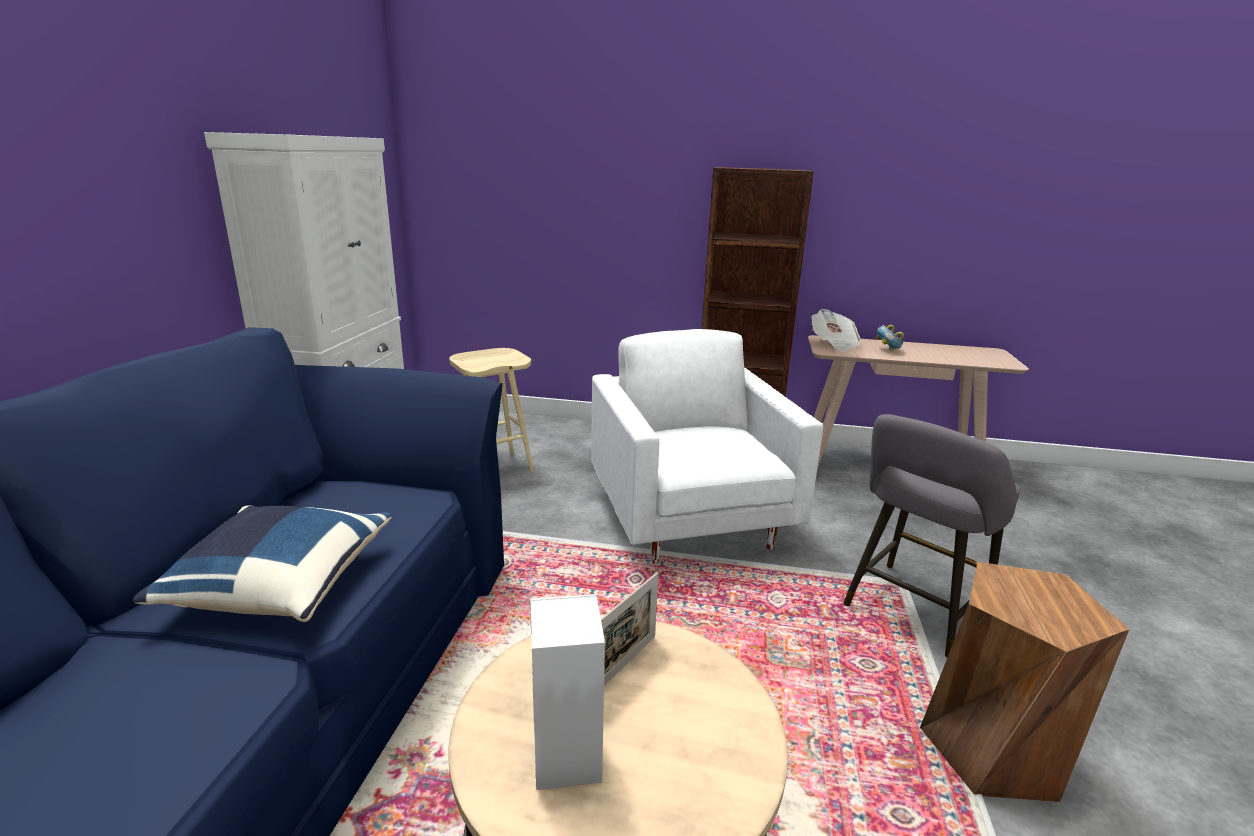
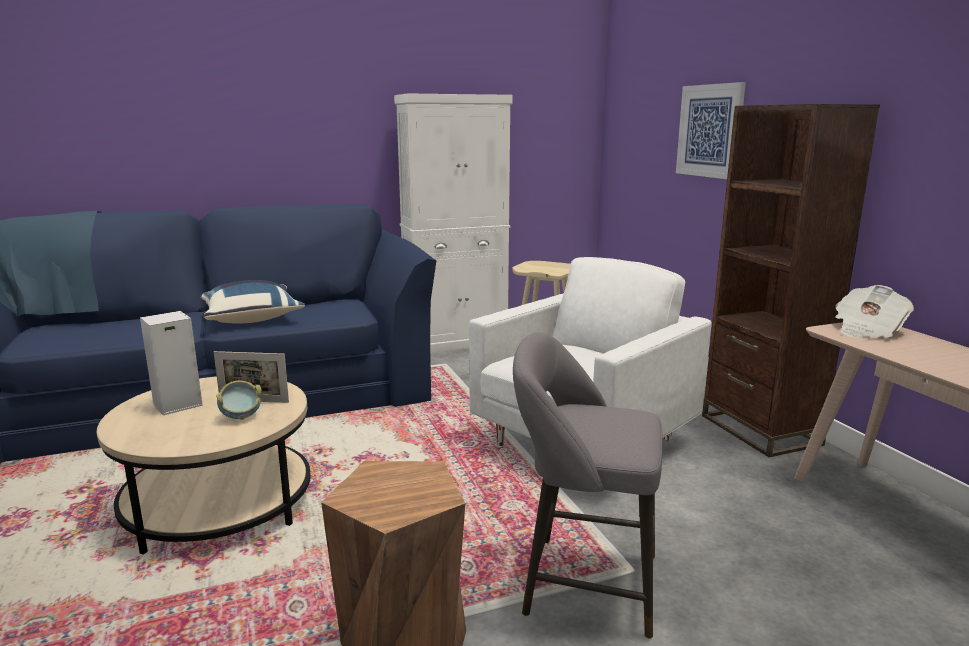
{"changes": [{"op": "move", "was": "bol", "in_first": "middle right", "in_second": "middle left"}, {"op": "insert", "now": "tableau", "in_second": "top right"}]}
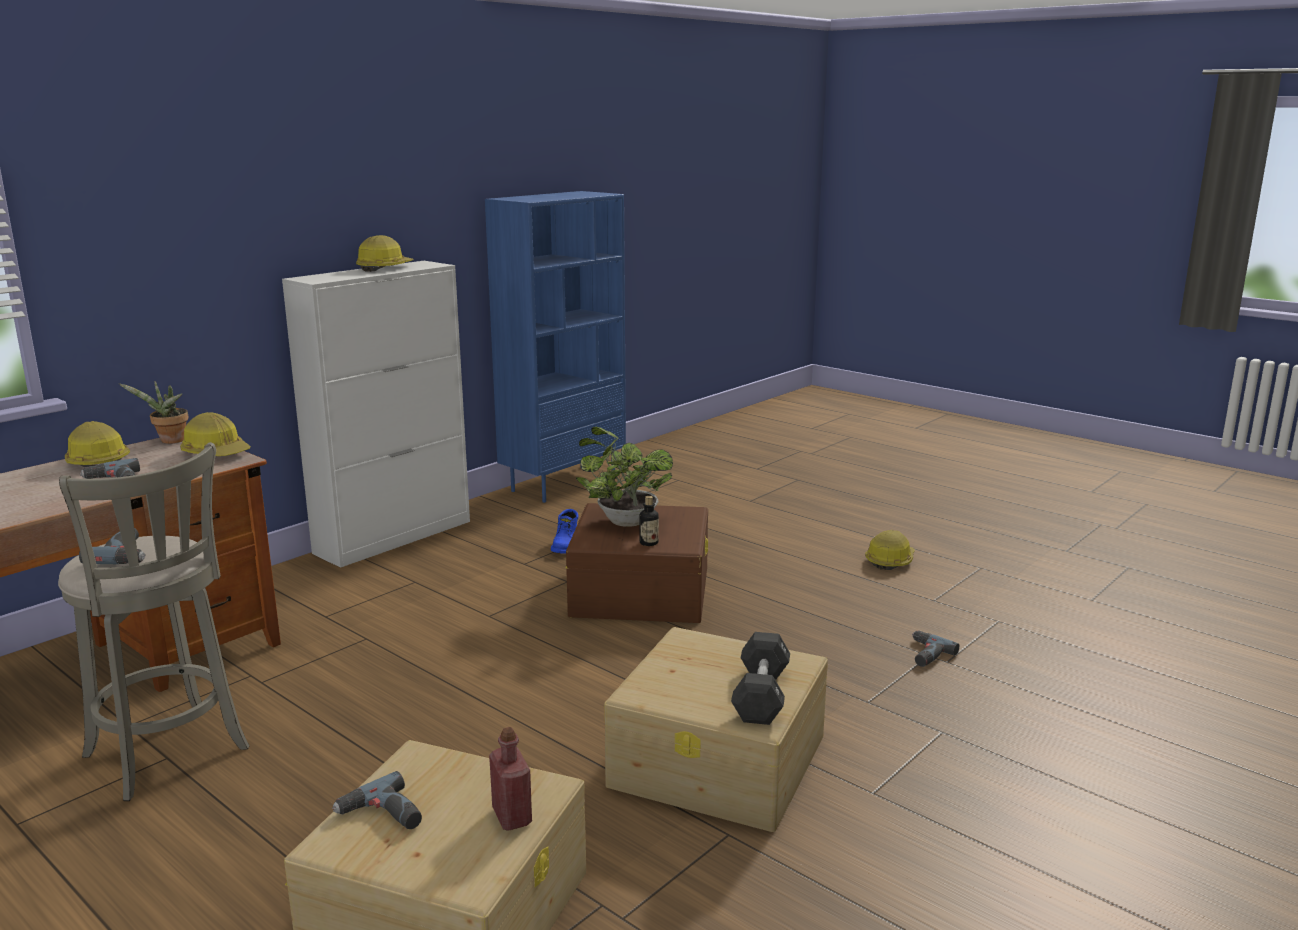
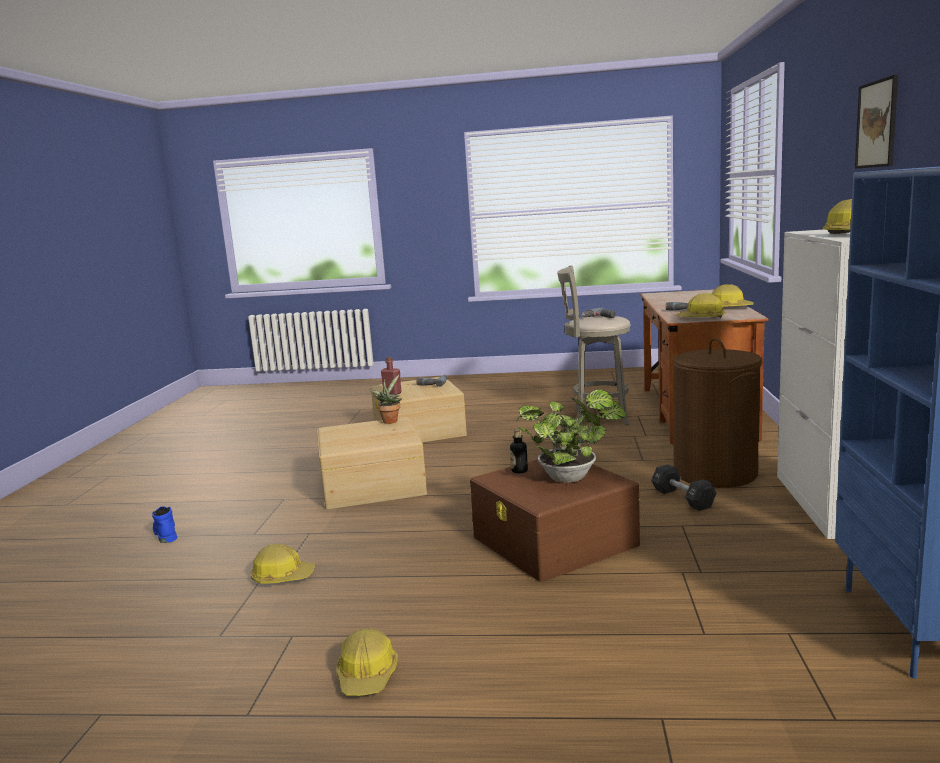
{"changes": [{"op": "move", "was": "plante en pot (1st from left)", "in_first": "middle left", "in_second": "centre"}, {"op": "move", "was": "botte [bleu]", "in_first": "centre", "in_second": "bottom left"}, {"op": "replace", "was": "perceuse (4th from left)", "now": "casque de chantier (1st from left)", "in_first": "bottom right", "in_second": "bottom left"}, {"op": "move", "was": "haltère [noir]", "in_first": "bottom centre", "in_second": "middle right"}, {"op": "insert", "now": "tableau", "in_second": "top right"}, {"op": "insert", "now": "panier à linge [marron]", "in_second": "middle right"}]}
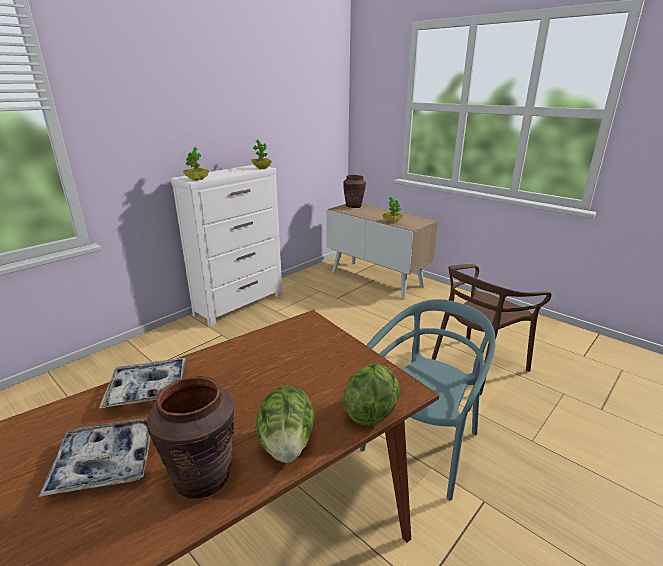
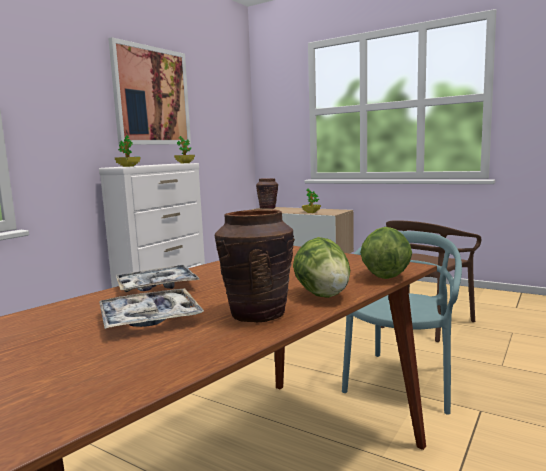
{"changes": [{"op": "insert", "now": "tableau", "in_second": "top left"}]}
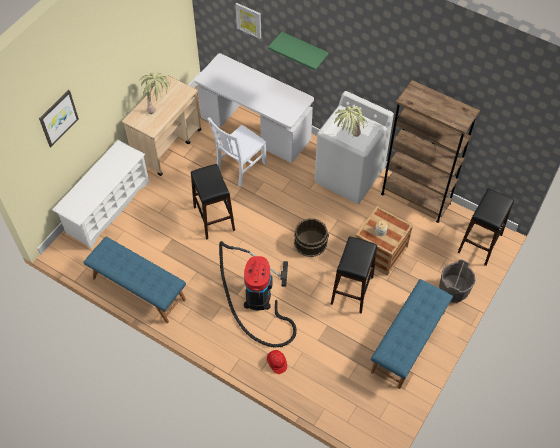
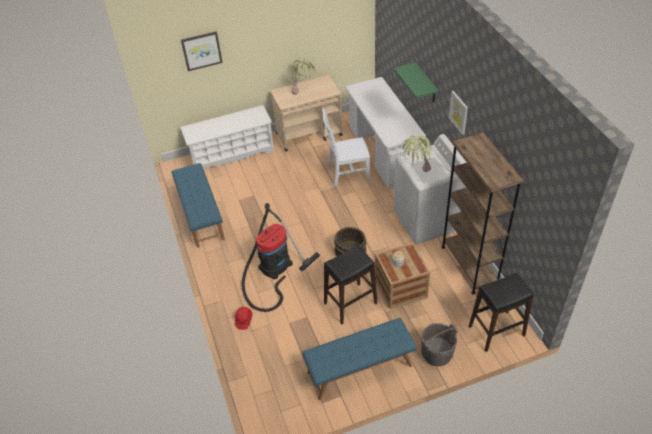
{"changes": [{"op": "move", "was": "tableau (2nd from left)", "in_first": "top centre", "in_second": "top right"}, {"op": "delete", "was": "tabouret [noir] (1st from left)", "in_first": "centre"}]}
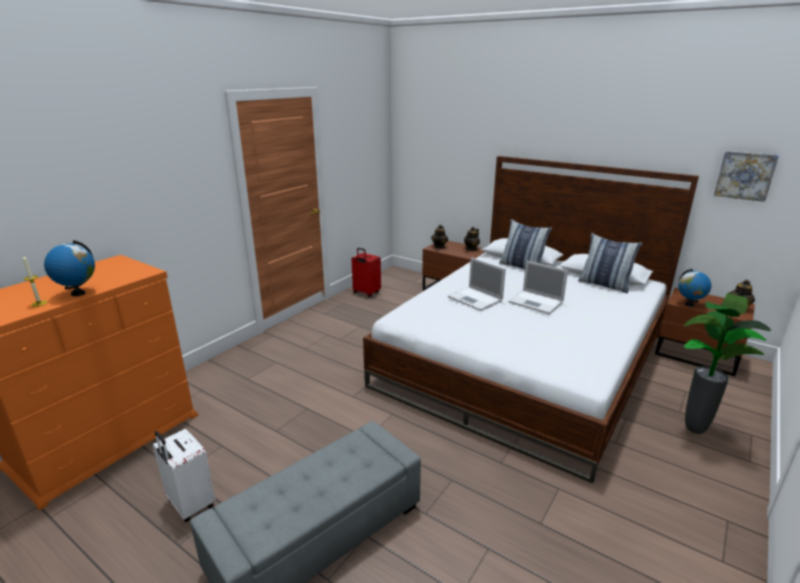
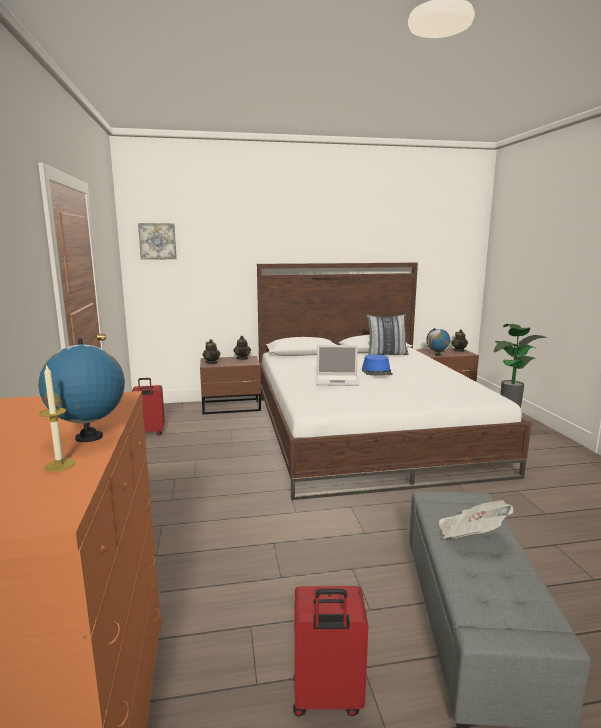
{"changes": [{"op": "move", "was": "tableau", "in_first": "top right", "in_second": "top left"}, {"op": "delete", "was": "coussin (1st from left)", "in_first": "centre"}, {"op": "replace", "was": "ordinateur portable (2nd from left)", "now": "chapeau [bleu]", "in_first": "middle right", "in_second": "centre"}, {"op": "recolor", "was": "valise [blanc]", "now": "valise [rouge] (2nd from left)", "in_first": "bottom left", "in_second": "bottom centre"}, {"op": "insert", "now": "journal", "in_second": "bottom right"}]}
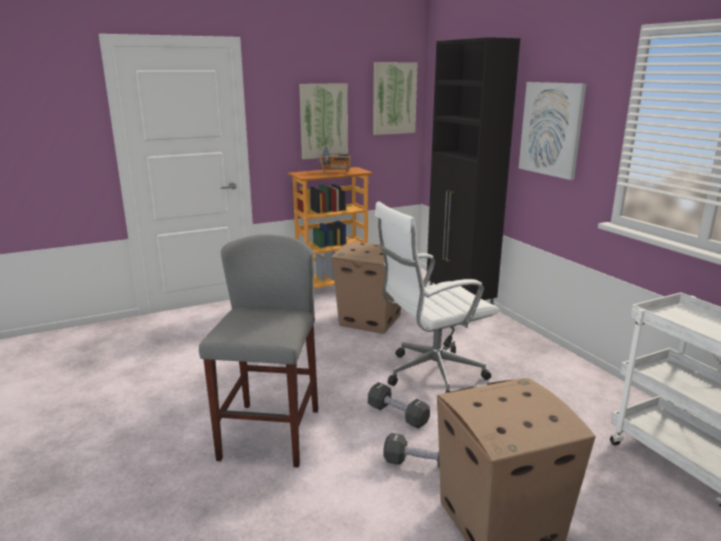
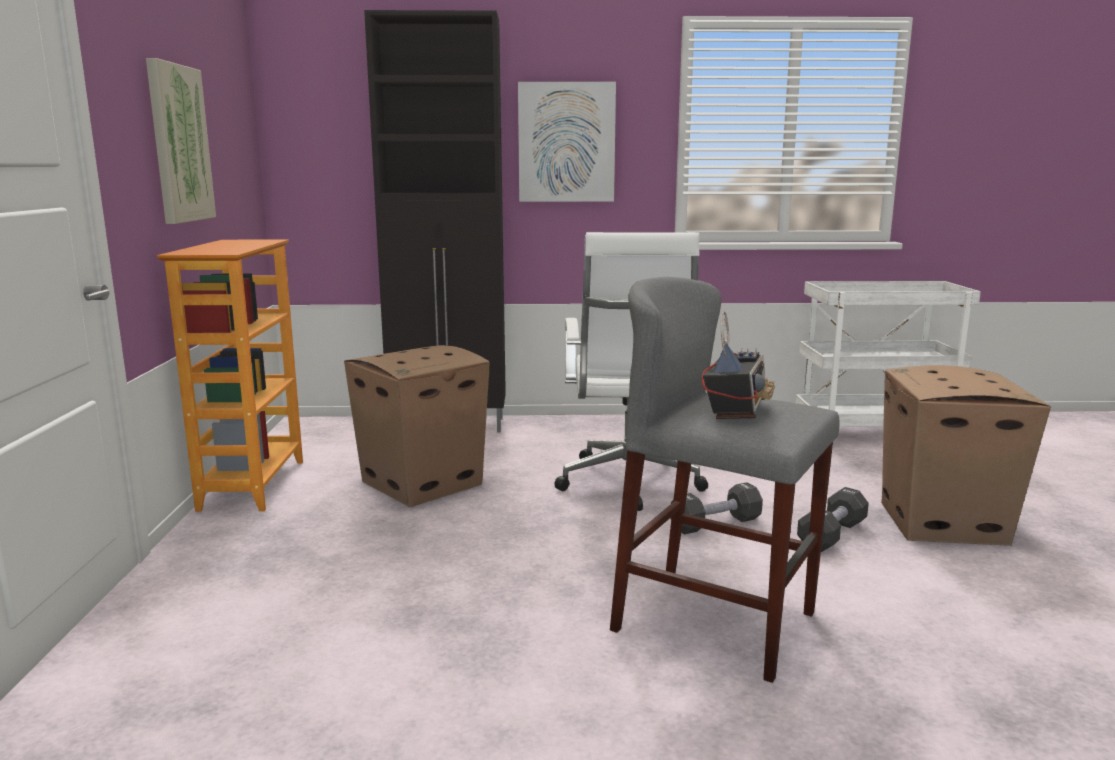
{"changes": [{"op": "delete", "was": "tableau (2nd from left)", "in_first": "top centre"}, {"op": "move", "was": "radio", "in_first": "top centre", "in_second": "centre"}]}
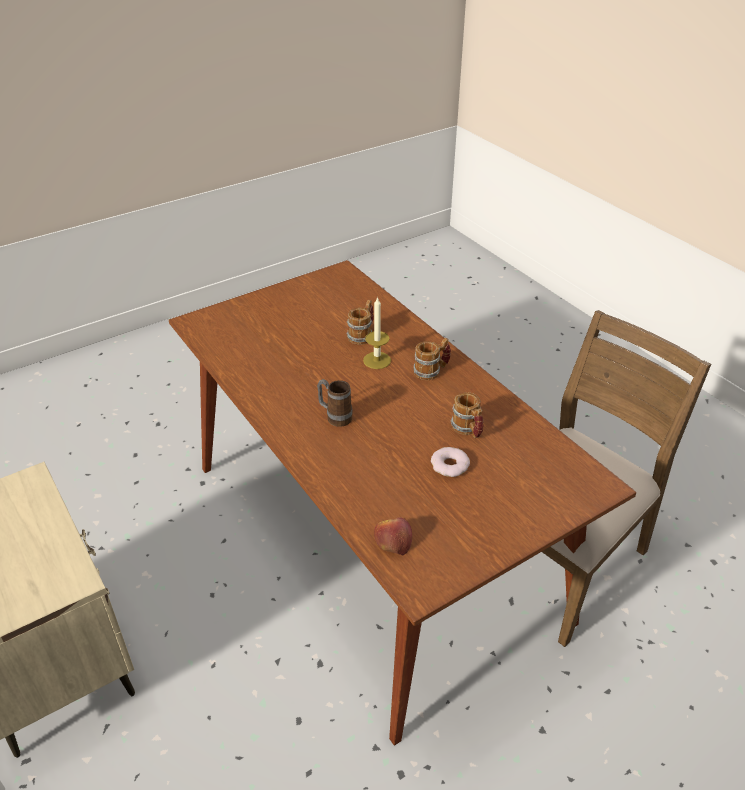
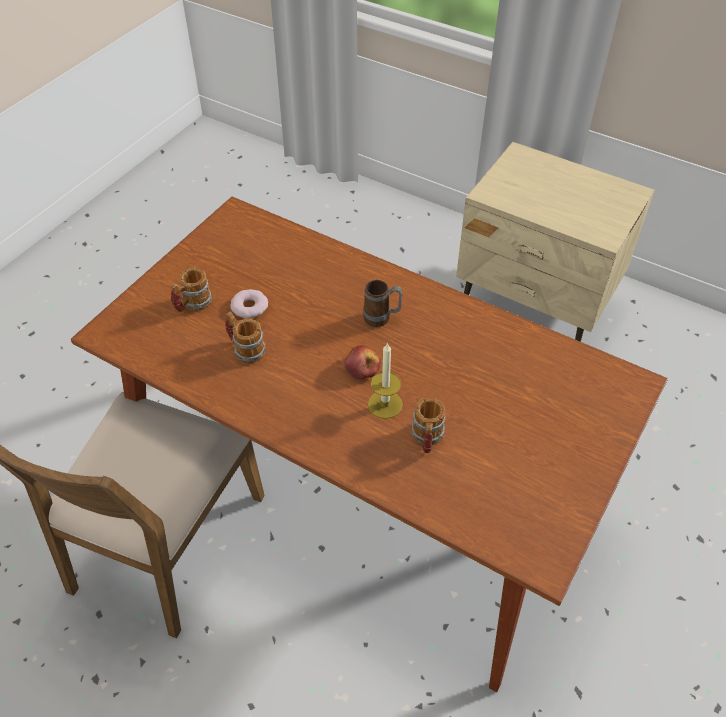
{"changes": [{"op": "move", "was": "mug (3rd from left in the first image)", "now": "mug (1st from left)", "in_first": "centre", "in_second": "middle left"}, {"op": "move", "was": "pomme", "in_first": "bottom centre", "in_second": "centre"}]}
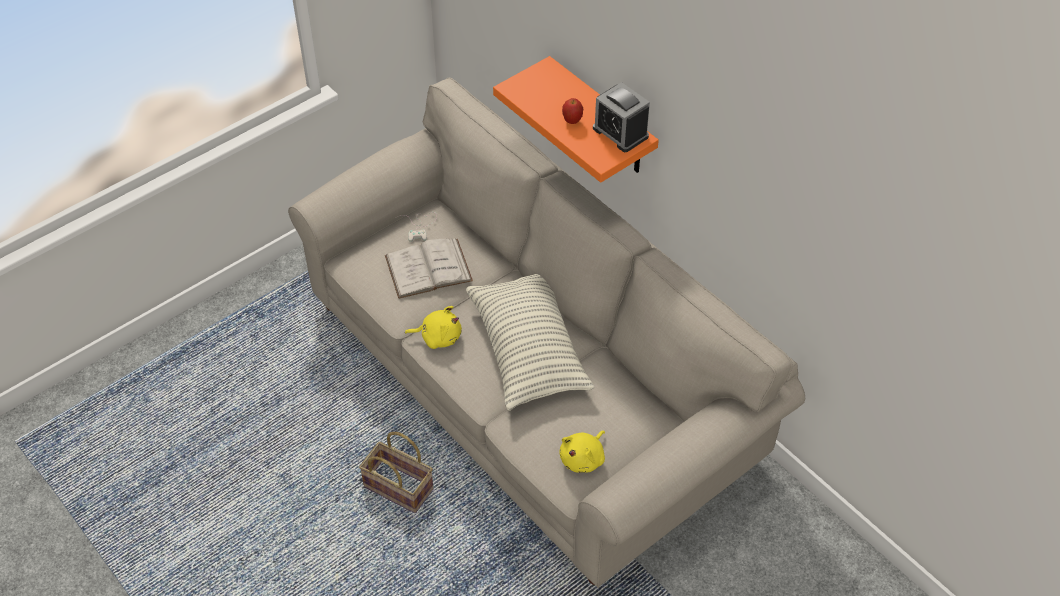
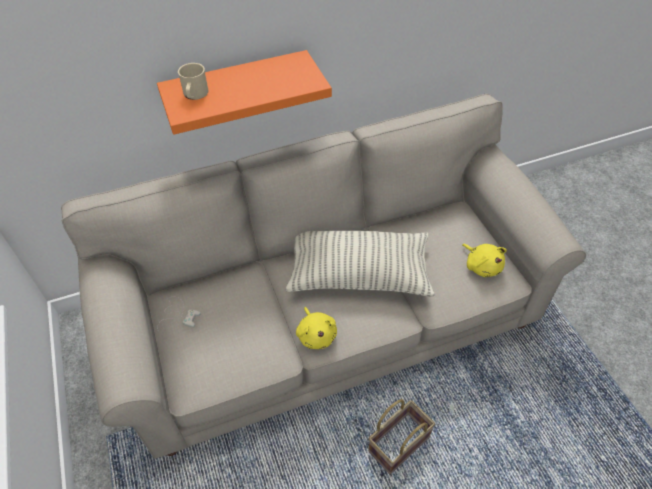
{"changes": [{"op": "delete", "was": "réveil", "in_first": "top centre"}, {"op": "delete", "was": "pomme", "in_first": "top centre"}, {"op": "delete", "was": "livre [blanc]", "in_first": "centre"}, {"op": "rotate", "was": "peluche [jaune] (1st from left)", "in_first": "centre", "in_second": "bottom centre", "clockwise": 135}, {"op": "insert", "now": "mug [beige]", "in_second": "top left"}]}
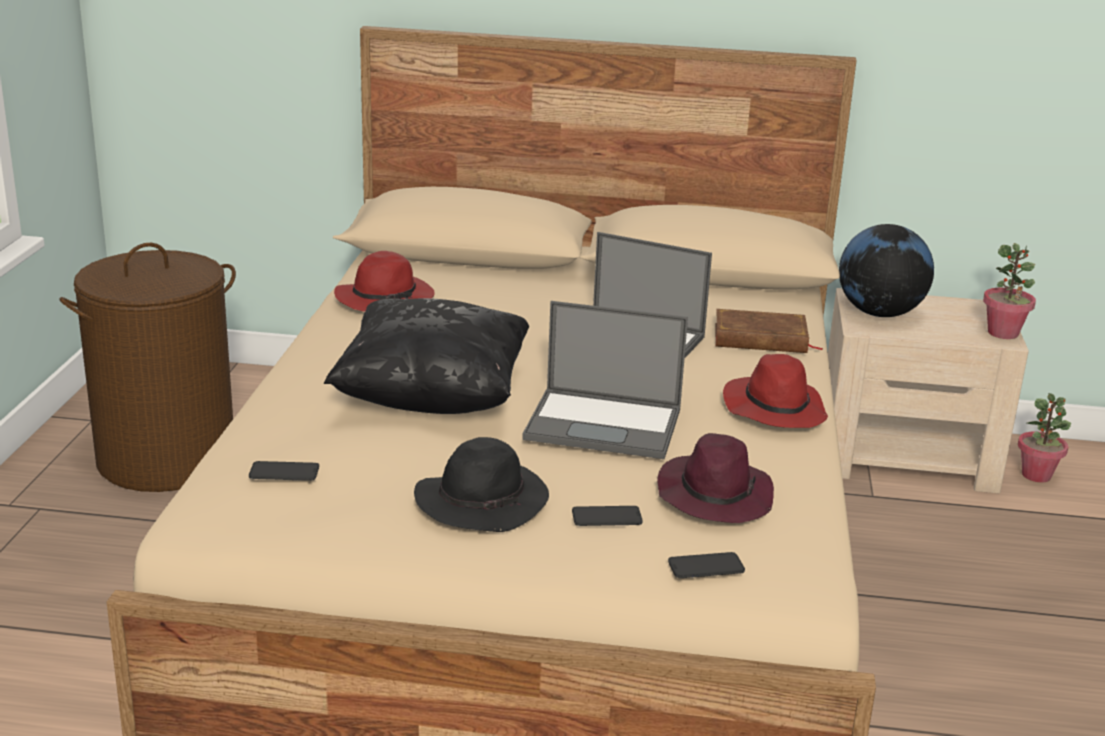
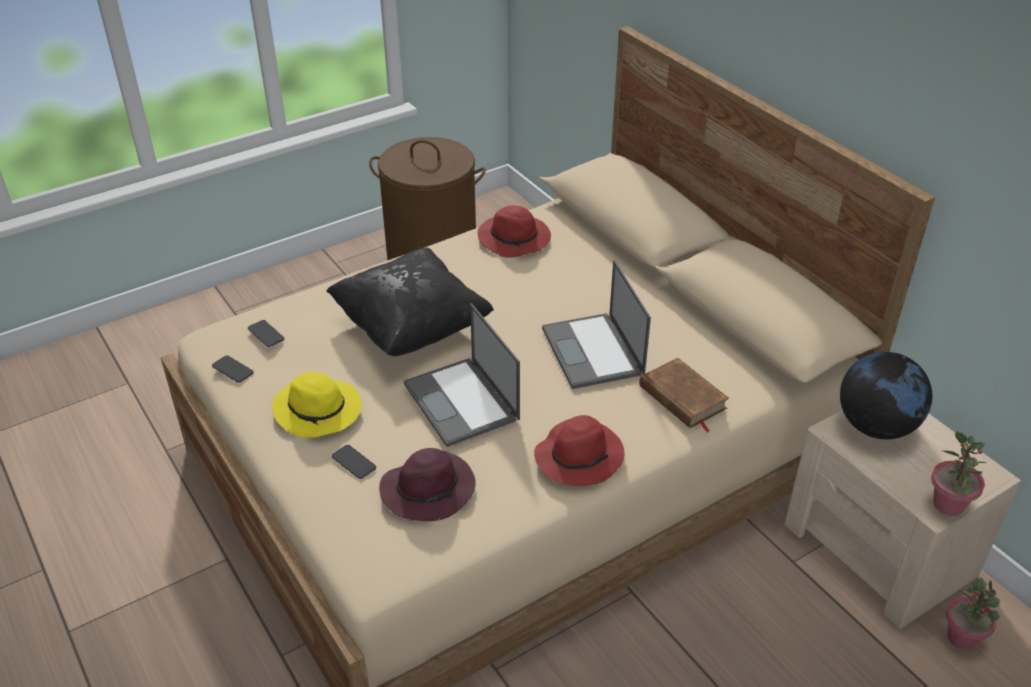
{"changes": [{"op": "recolor", "was": "chapeau [noir]", "now": "chapeau [jaune]", "in_first": "centre", "in_second": "middle left"}, {"op": "move", "was": "téléphone (3rd from left in the first image)", "now": "téléphone (1st from left)", "in_first": "bottom centre", "in_second": "middle left"}]}
